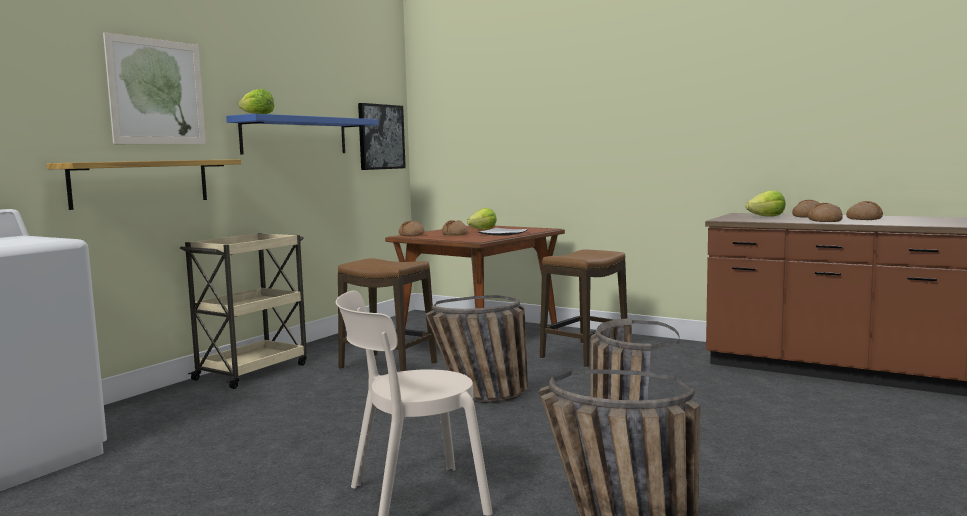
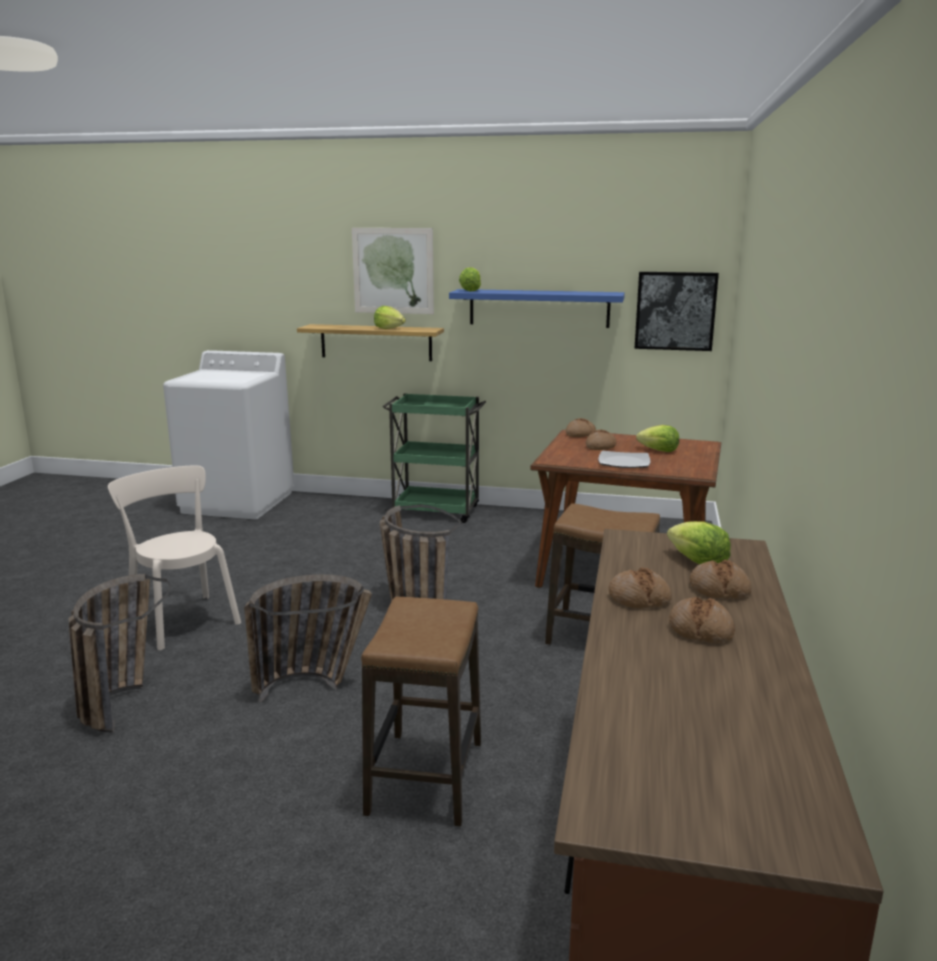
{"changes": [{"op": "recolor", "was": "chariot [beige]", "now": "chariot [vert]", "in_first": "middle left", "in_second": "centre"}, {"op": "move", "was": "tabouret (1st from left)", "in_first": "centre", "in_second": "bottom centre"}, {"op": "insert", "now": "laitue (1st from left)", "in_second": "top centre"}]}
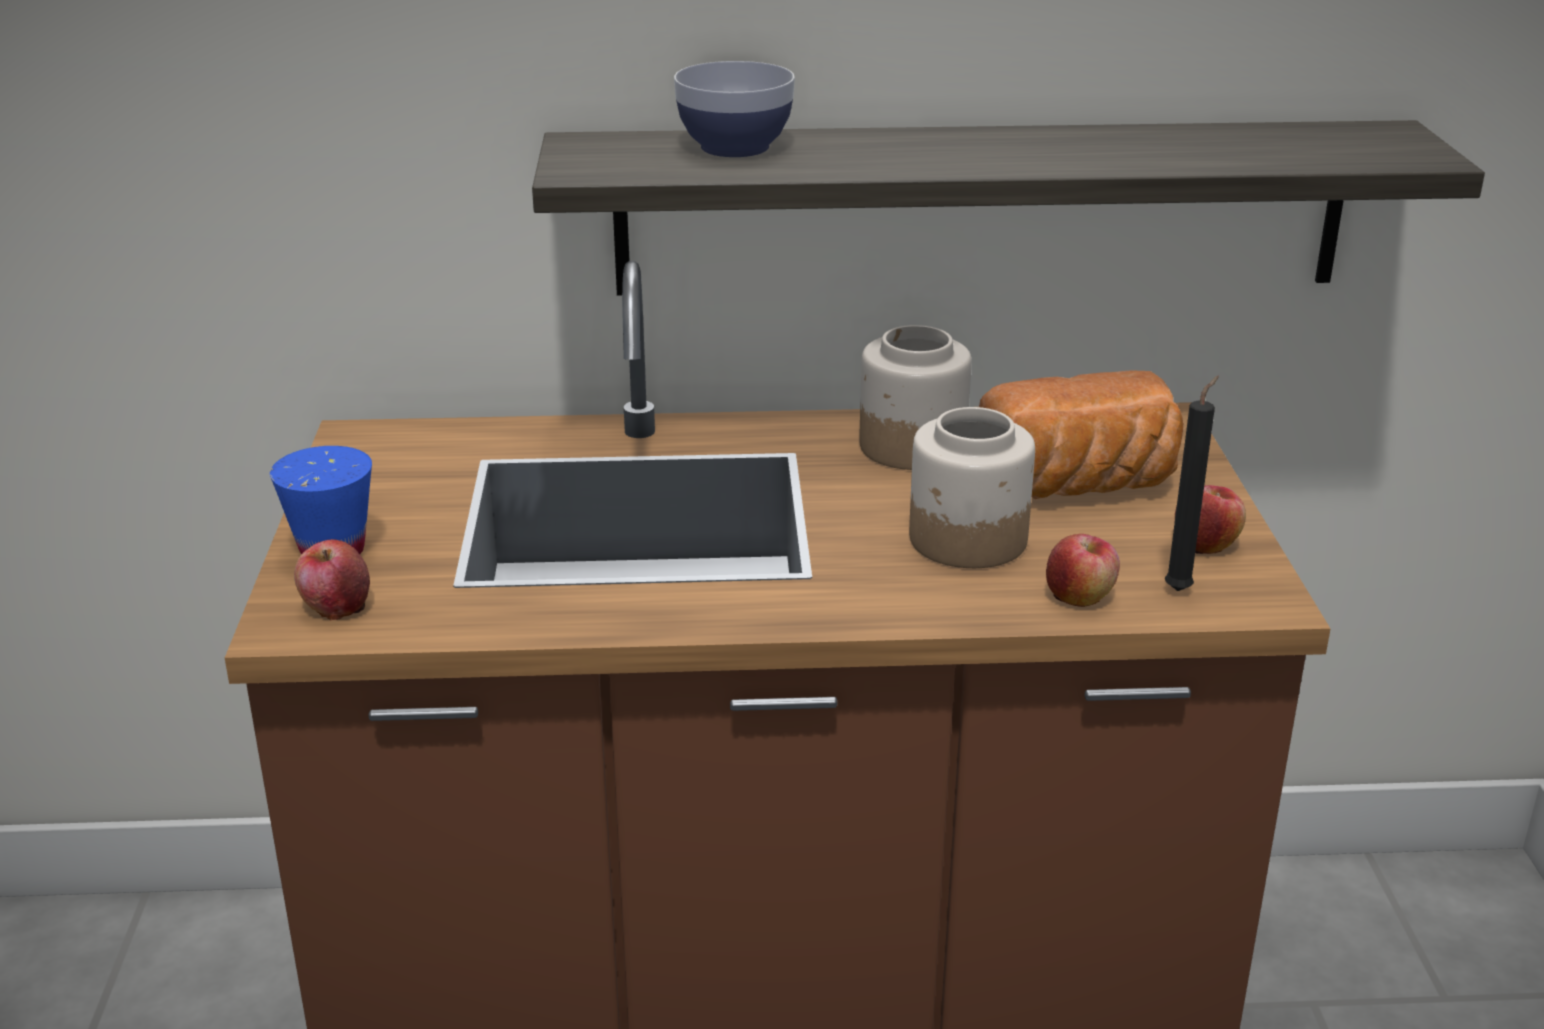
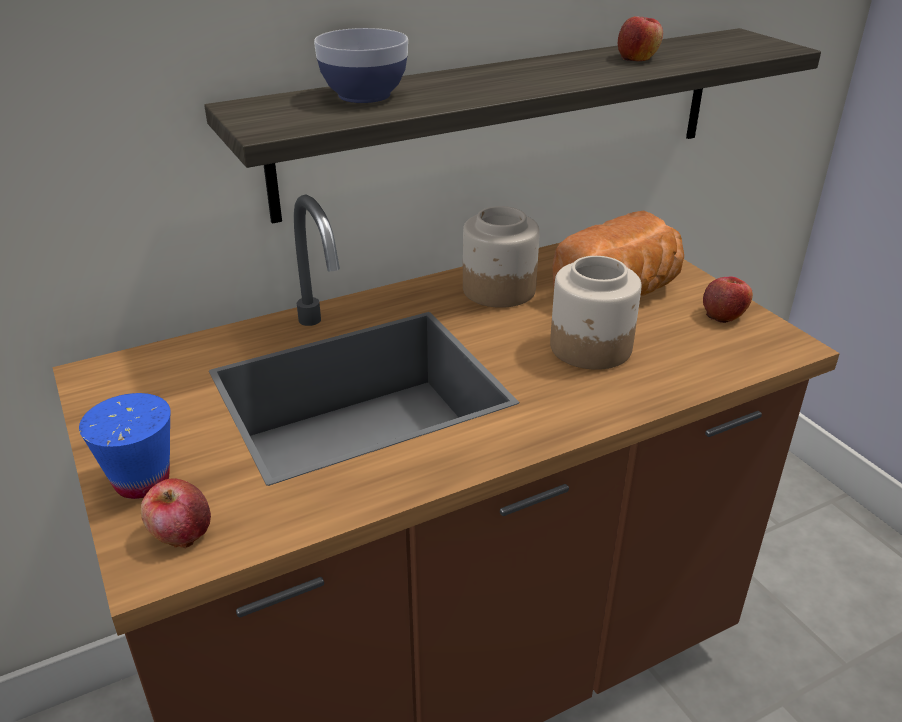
{"changes": [{"op": "delete", "was": "bougie [noir]", "in_first": "middle right"}, {"op": "move", "was": "pomme (2nd from left)", "in_first": "middle right", "in_second": "top right"}]}
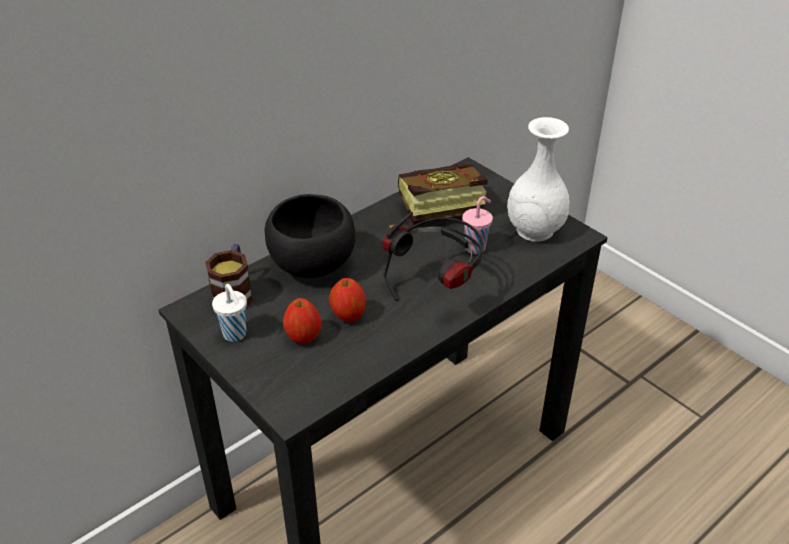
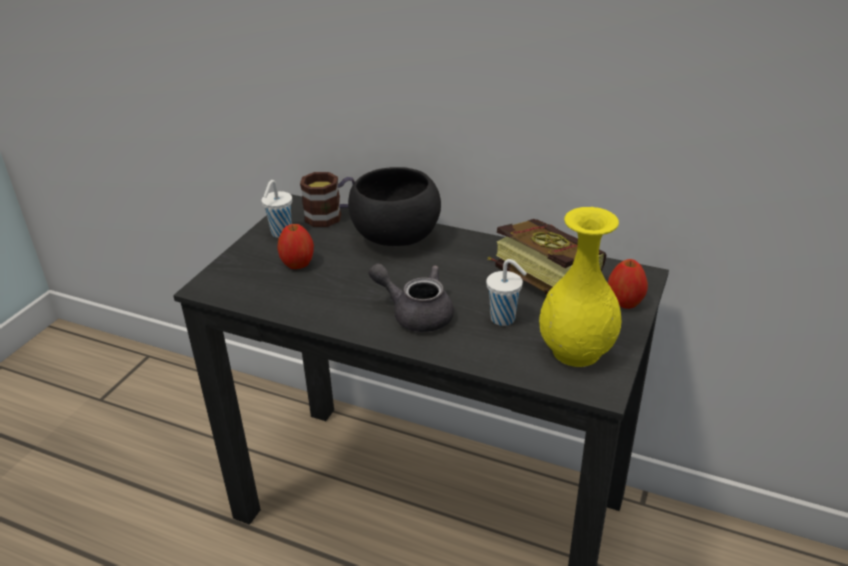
{"changes": [{"op": "recolor", "was": "vase [blanc]", "now": "vase [jaune]", "in_first": "top right", "in_second": "middle right"}, {"op": "recolor", "was": "tasse [rose]", "now": "tasse [blanc] (2nd from left)", "in_first": "centre", "in_second": "centre"}, {"op": "replace", "was": "casque audio", "now": "théière [gris]", "in_first": "centre", "in_second": "centre"}, {"op": "move", "was": "pomme (2nd from left)", "in_first": "centre", "in_second": "middle right"}]}
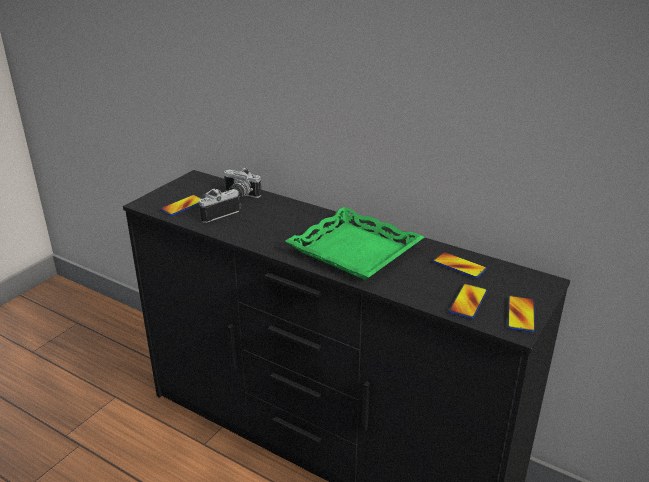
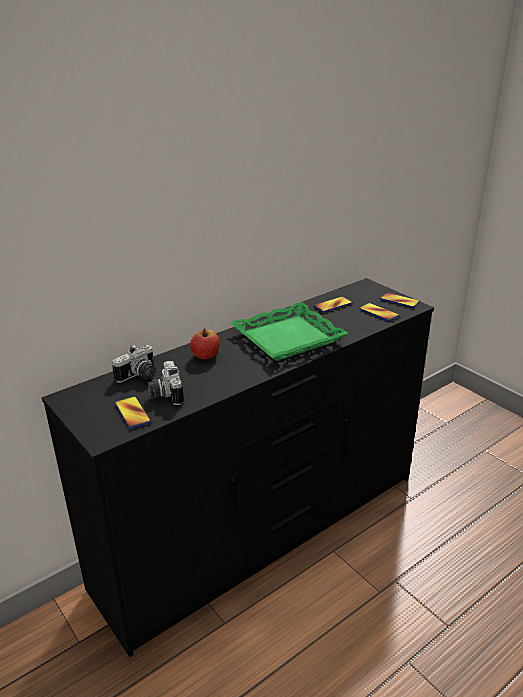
{"changes": [{"op": "insert", "now": "pomme", "in_second": "centre"}]}
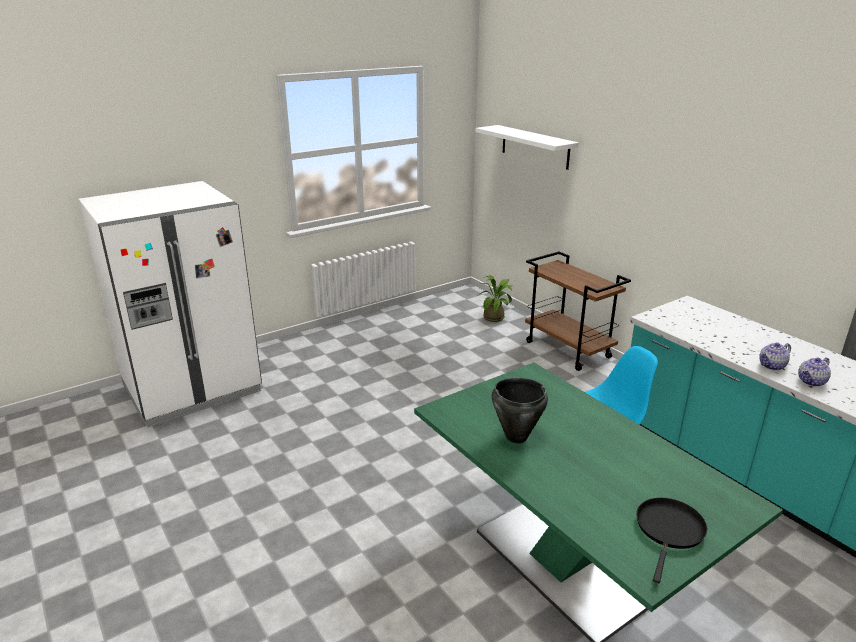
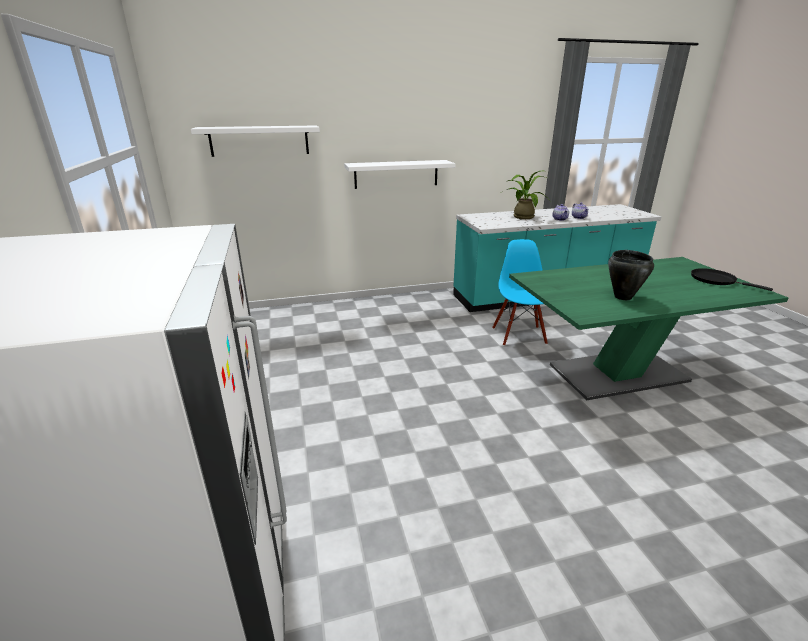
{"changes": [{"op": "delete", "was": "chariot [marron]", "in_first": "middle right"}, {"op": "move", "was": "plante en pot", "in_first": "centre", "in_second": "top centre"}, {"op": "insert", "now": "étagère [blanc] (2nd from left)", "in_second": "top centre"}]}
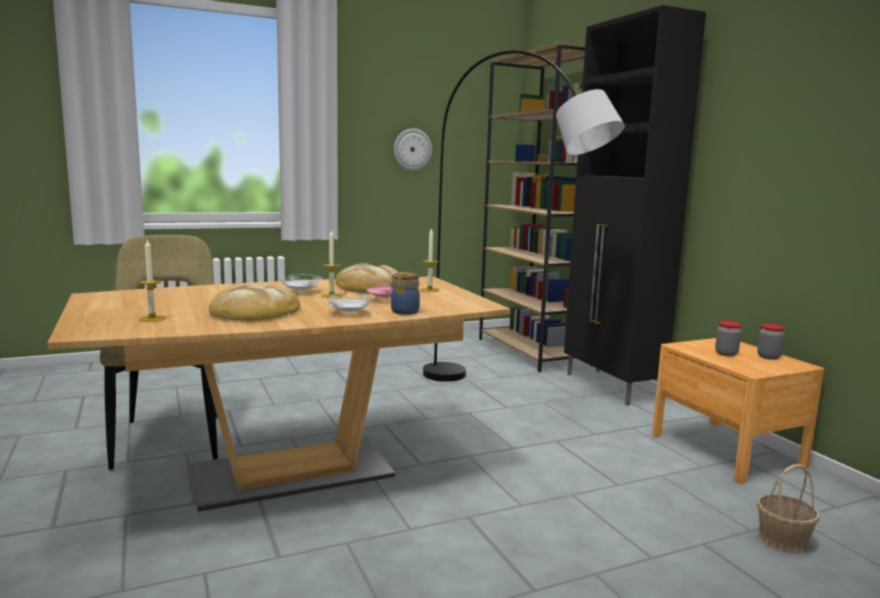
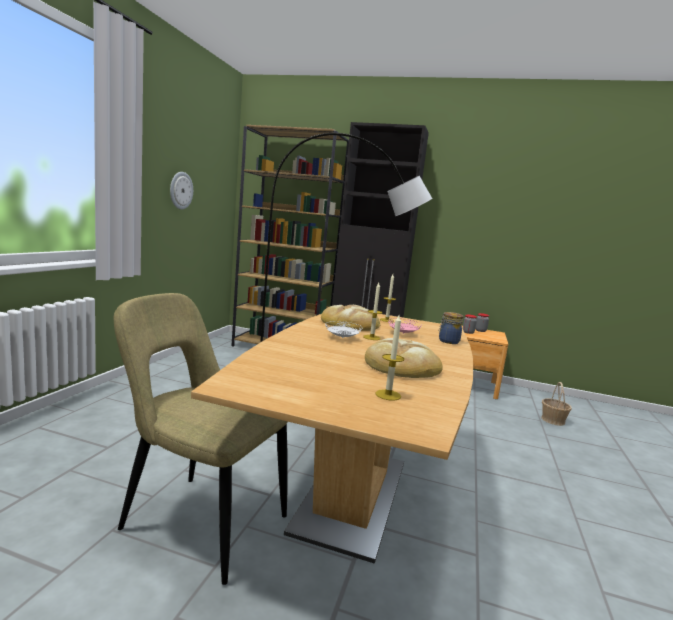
{"changes": [{"op": "delete", "was": "assiette [blanc] (2nd from left)", "in_first": "centre"}]}
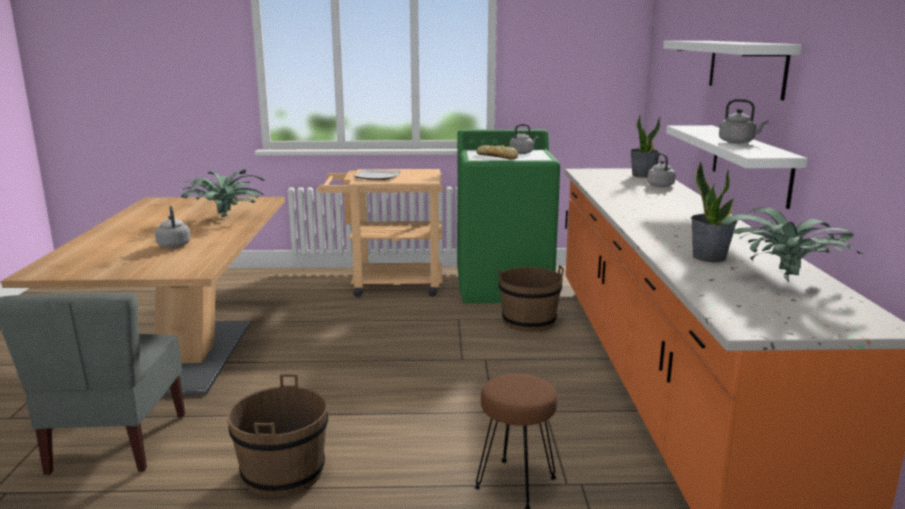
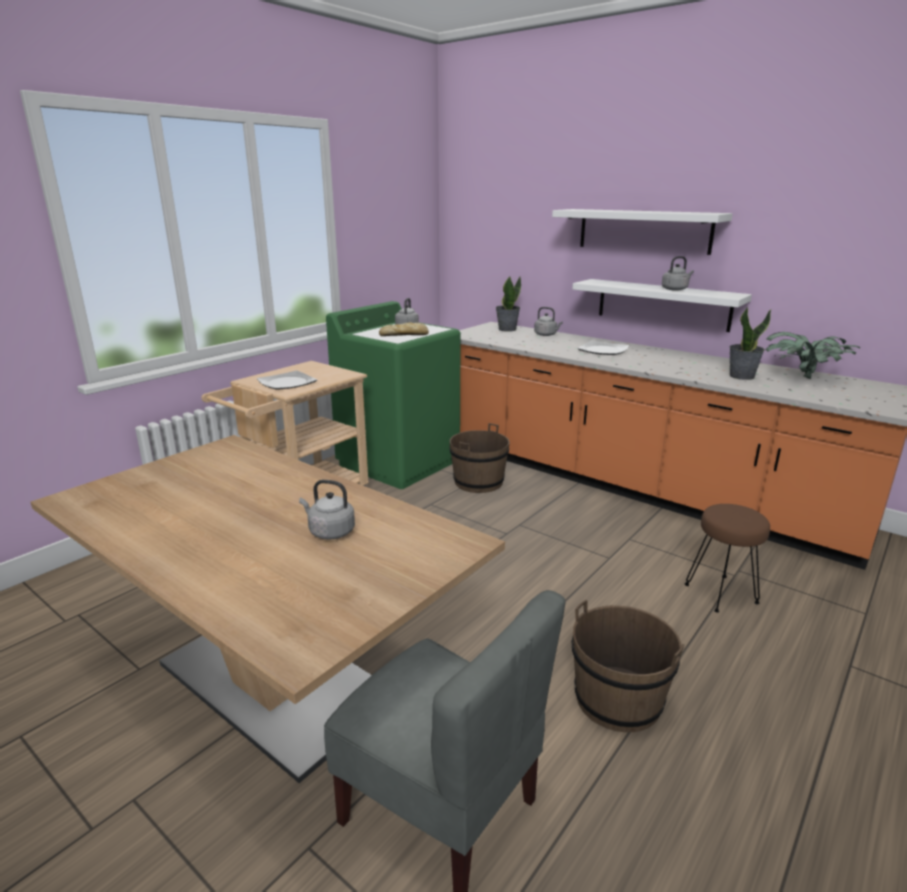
{"changes": [{"op": "delete", "was": "plante en pot (1st from left)", "in_first": "middle left"}, {"op": "insert", "now": "assiette (2nd from left)", "in_second": "centre"}]}
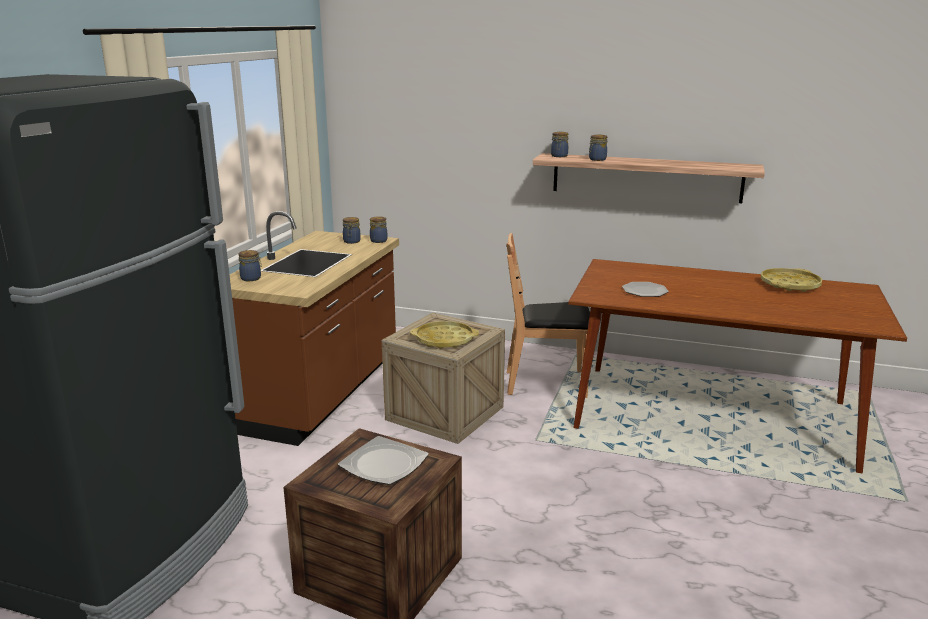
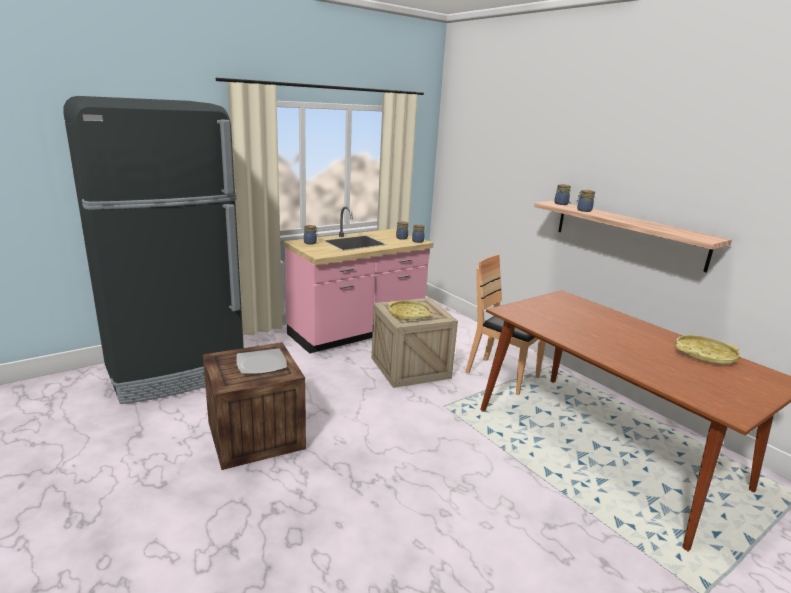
{"changes": [{"op": "recolor", "was": "comptoir de cuisine [marron]", "now": "comptoir de cuisine [rose]", "in_first": "centre", "in_second": "centre"}, {"op": "delete", "was": "assiette (2nd from left)", "in_first": "middle right"}]}
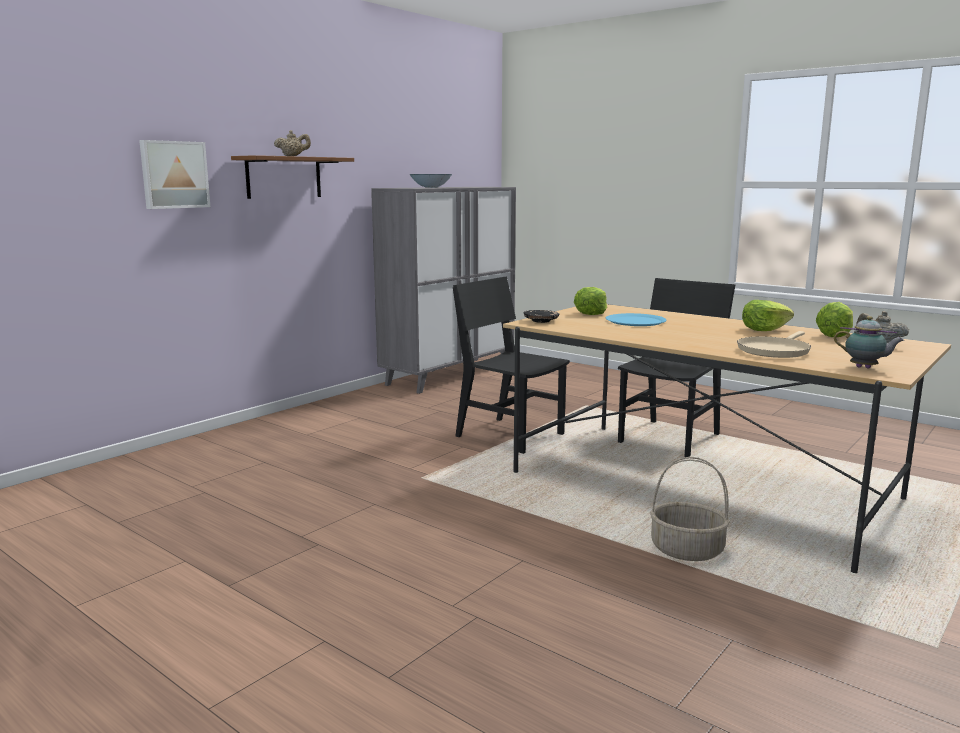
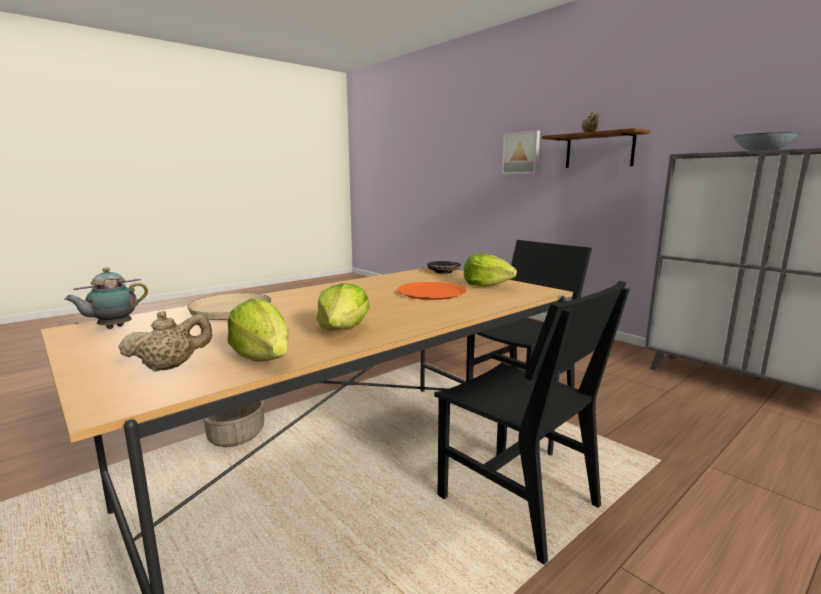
{"changes": [{"op": "recolor", "was": "assiette [bleu]", "now": "assiette [orange]", "in_first": "centre", "in_second": "centre"}]}
